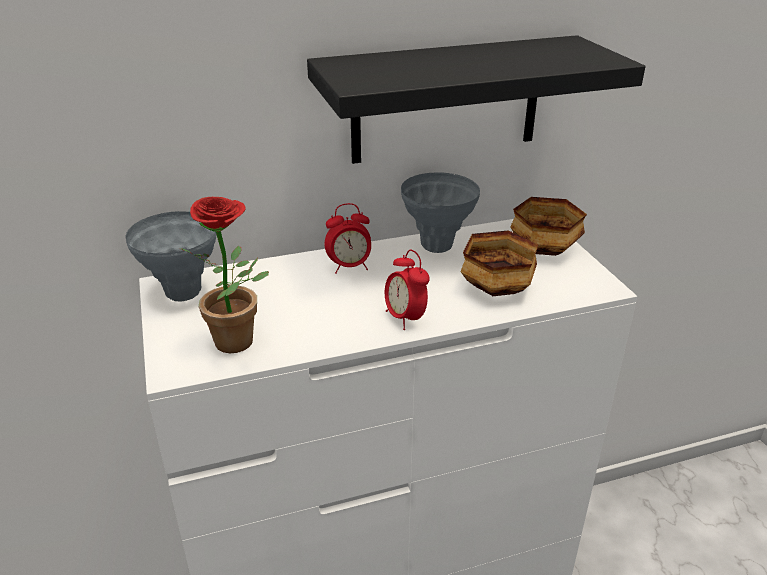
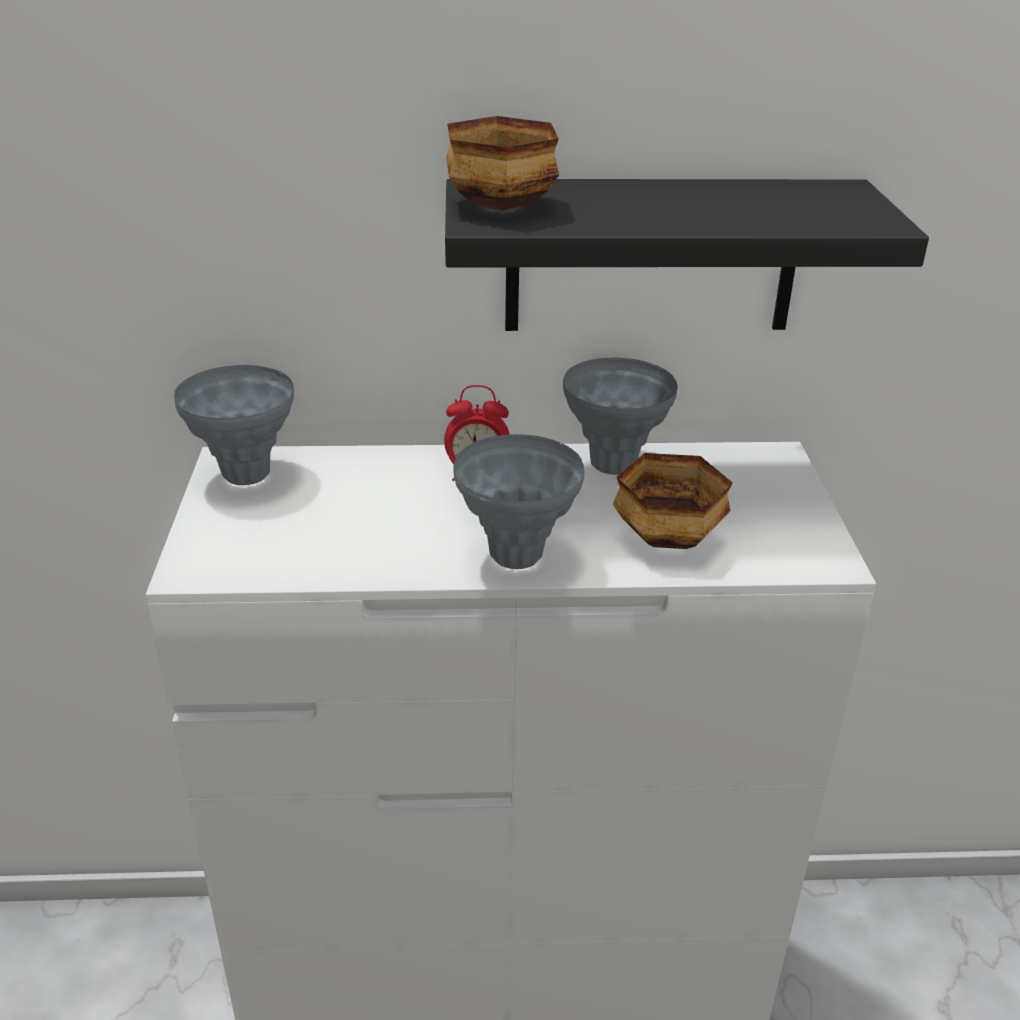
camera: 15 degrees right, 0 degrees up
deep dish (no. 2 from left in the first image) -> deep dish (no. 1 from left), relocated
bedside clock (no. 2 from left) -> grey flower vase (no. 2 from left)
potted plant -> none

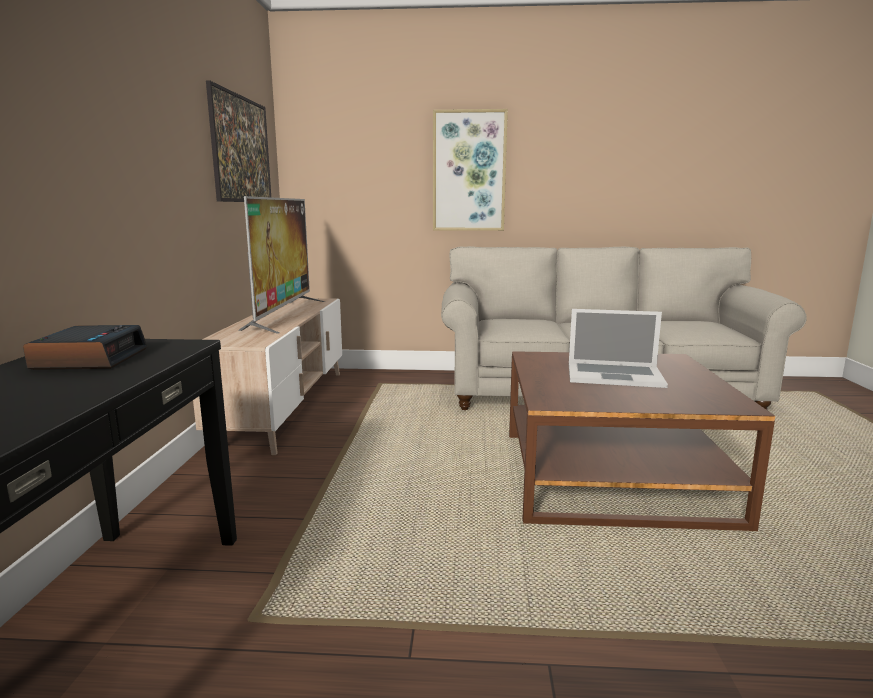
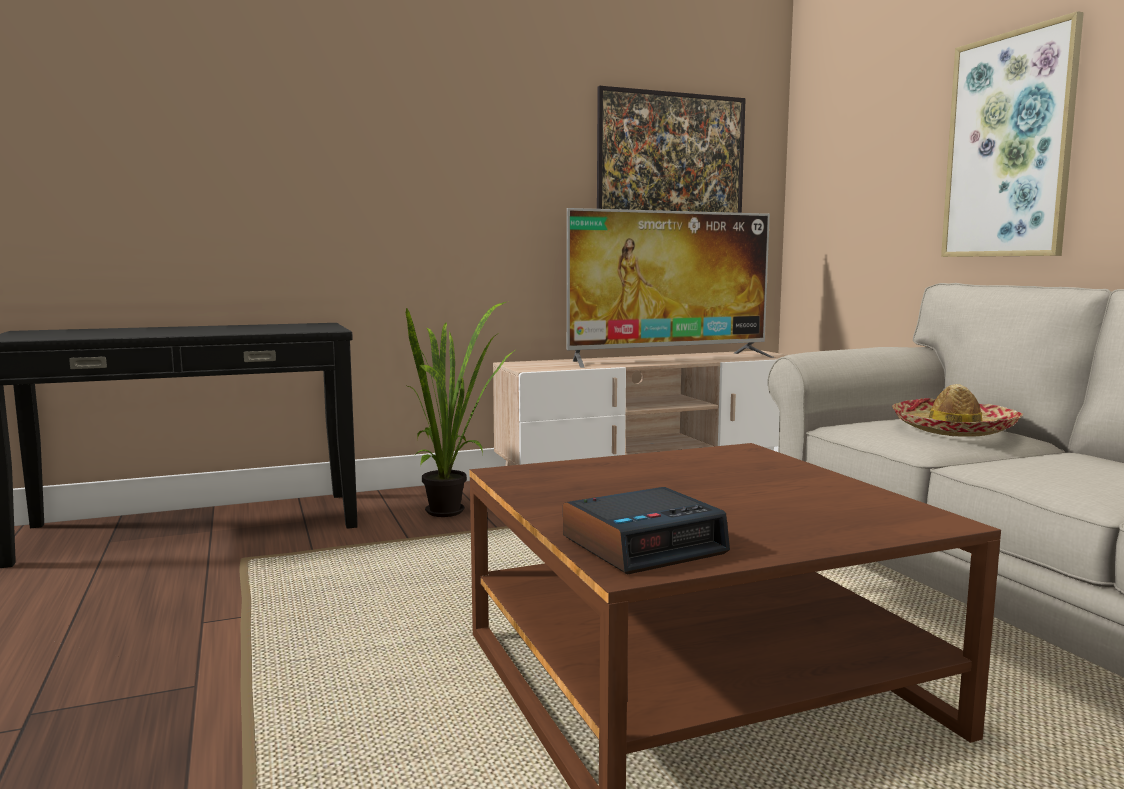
camera: 65 degrees right, 5 degrees down
none -> potted plant
bedside clock, relocated
none -> hat
notebook computer -> none

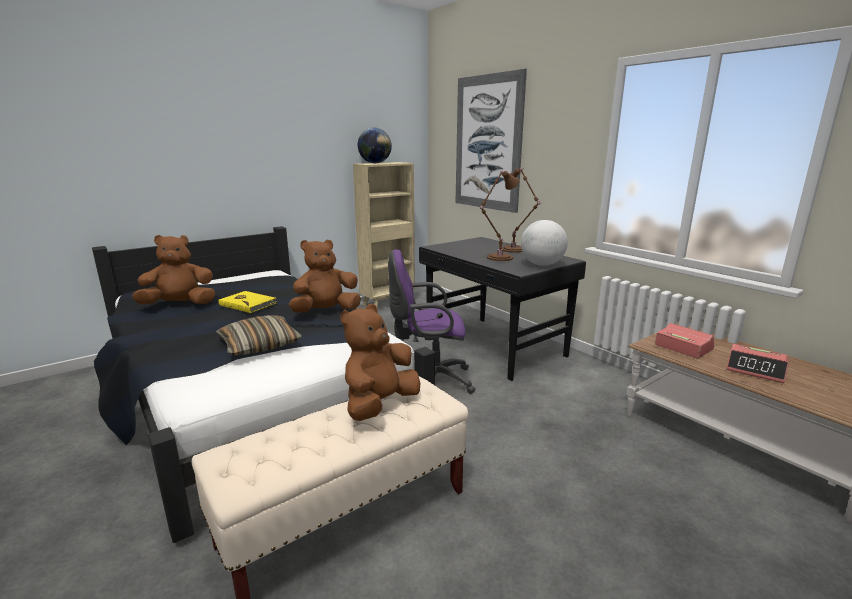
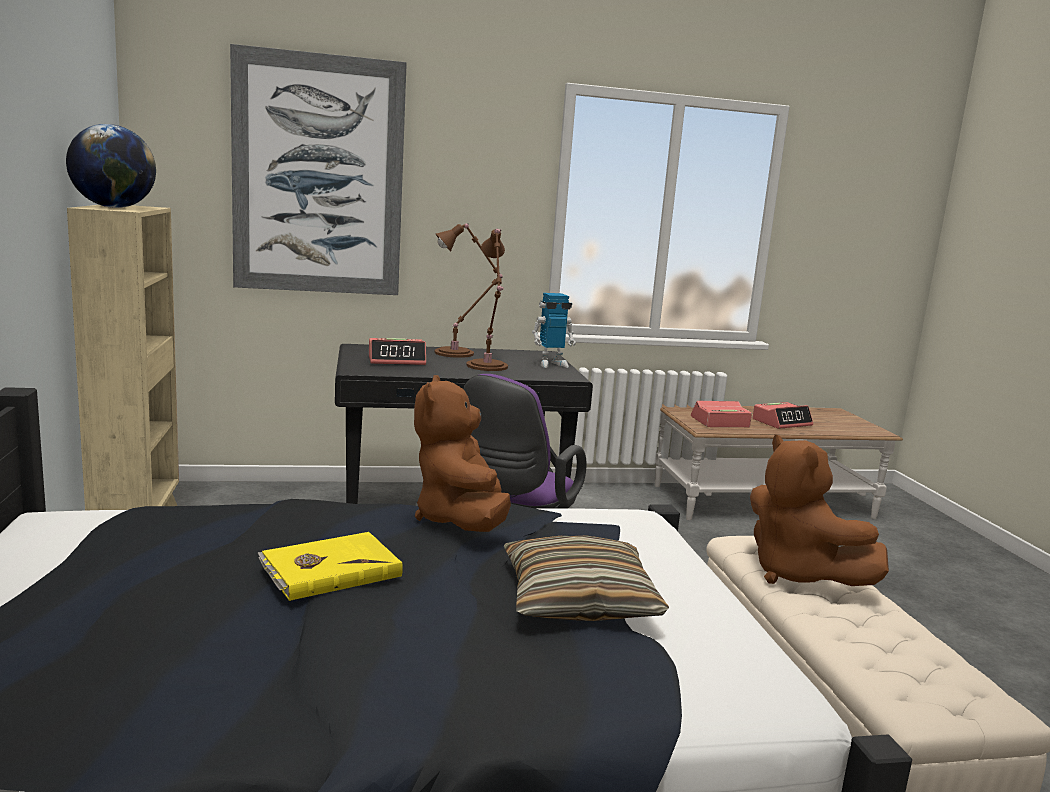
camera: 65 degrees left, 5 degrees down
none -> bedside clock (no. 1 from left)
world globe (no. 2 from left) -> robot figure
brownish soft toy (no. 1 from left) -> none

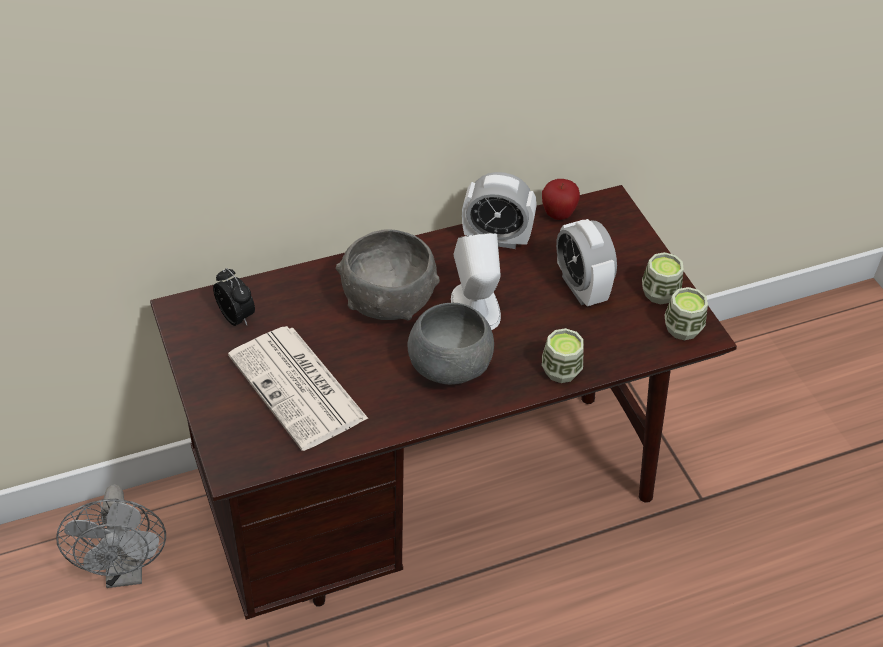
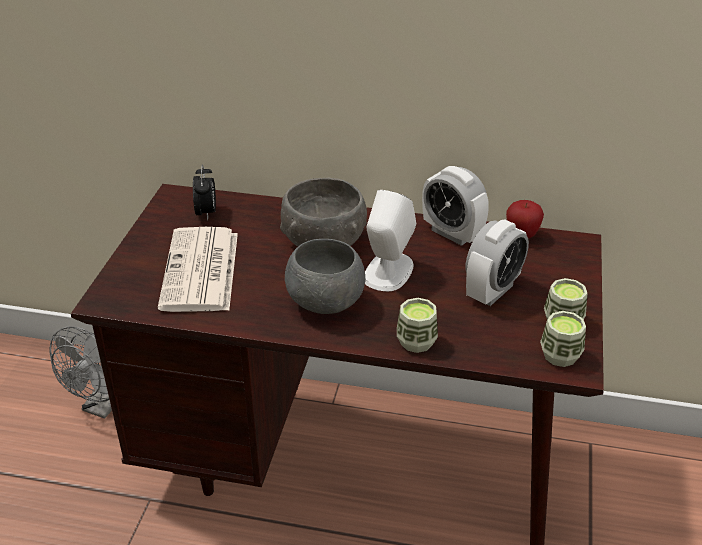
camera: 35 degrees right, 10 degrees down
bedside clock (no. 3 from left), 150 degrees counterclockwise

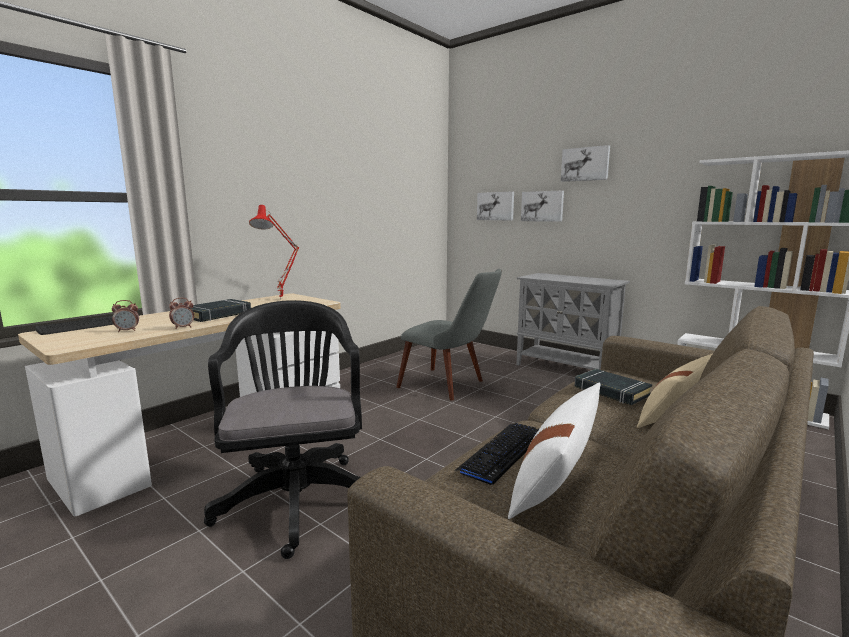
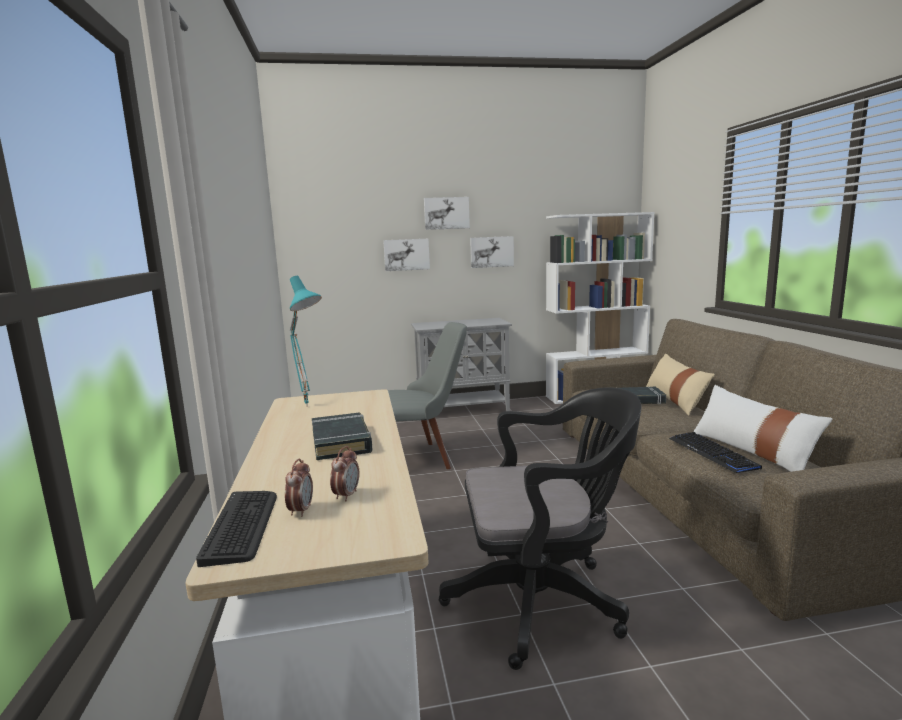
camera: 50 degrees left, 0 degrees up
bedside clock (no. 2 from left in the first image) -> bedside clock (no. 1 from left), relocated
red-coloured table lamp -> turquoise-coloured table lamp
black computer chair, 150 degrees clockwise
wall art (no. 1 from left in the first image) -> wall art (no. 3 from left), relocated

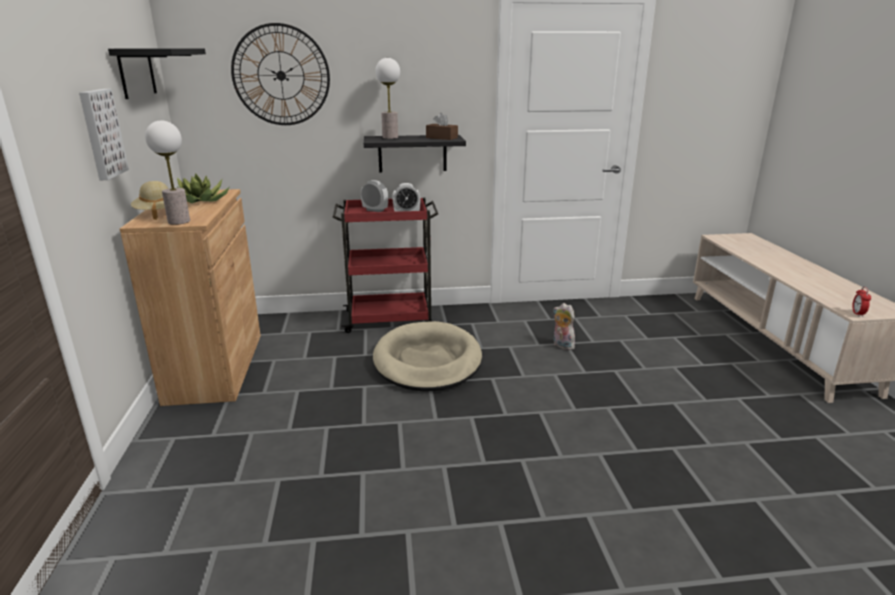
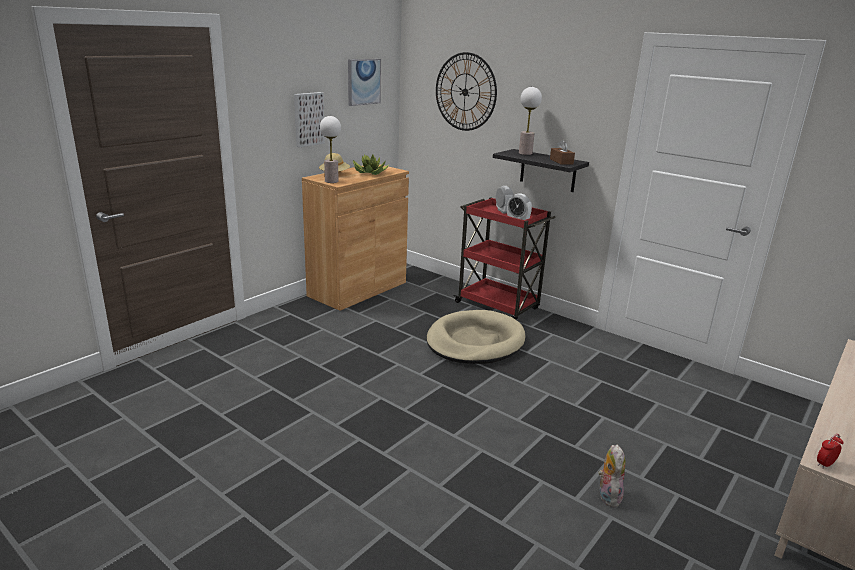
camera: 45 degrees right, 0 degrees up
black shelf (no. 1 from left) -> wall art (no. 2 from left)
soft toy, relocated

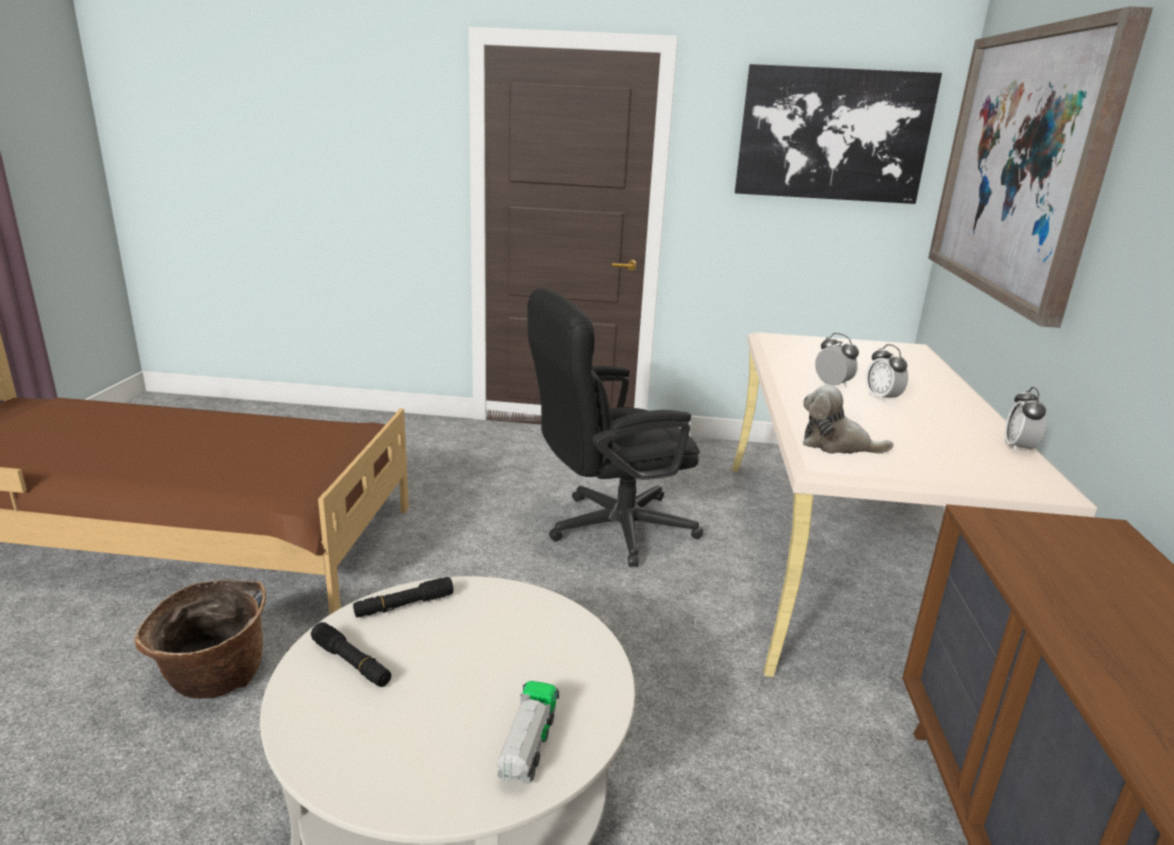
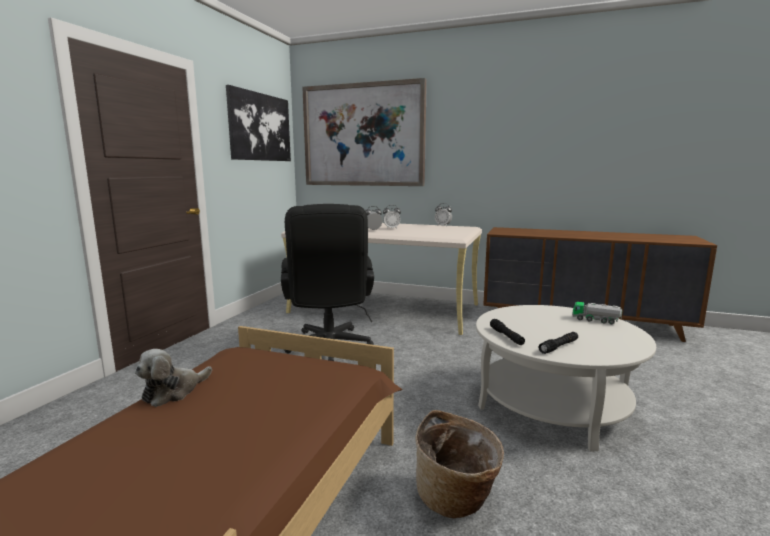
camera: 75 degrees left, 10 degrees down
soft toy, relocated

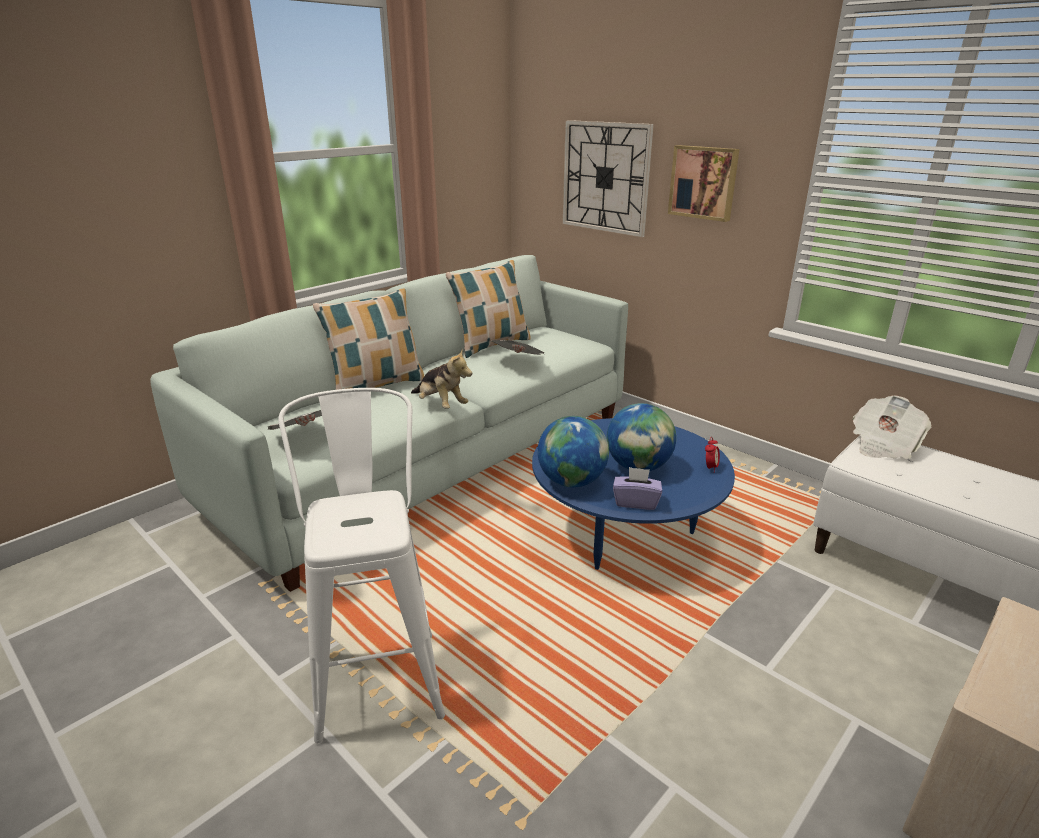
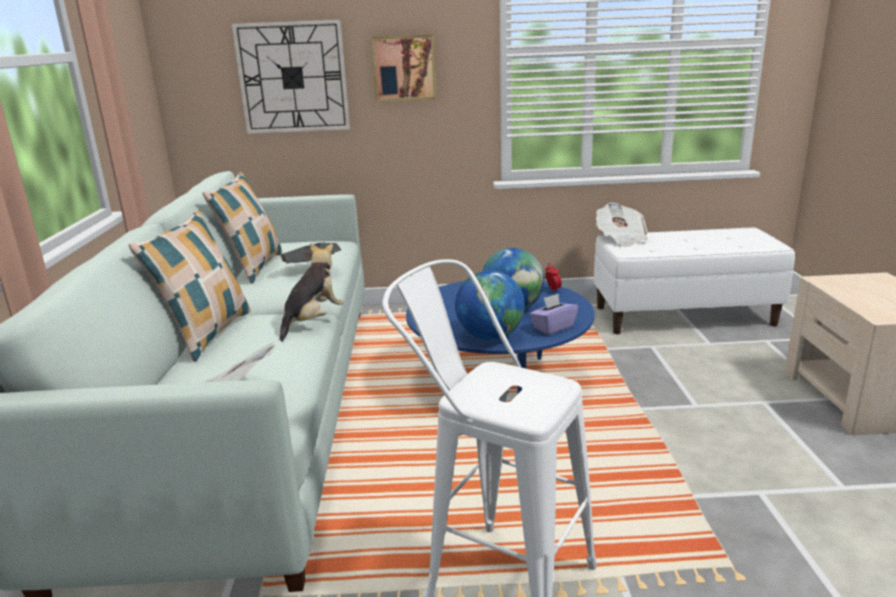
camera: 45 degrees left, 5 degrees down
soft toy, 60 degrees counterclockwise

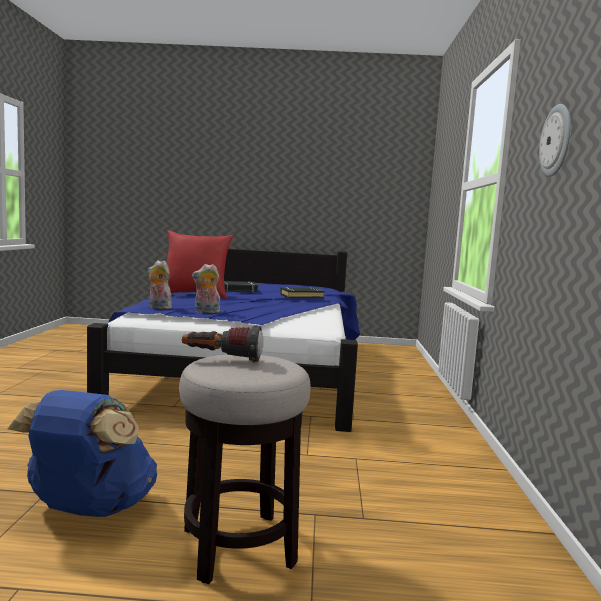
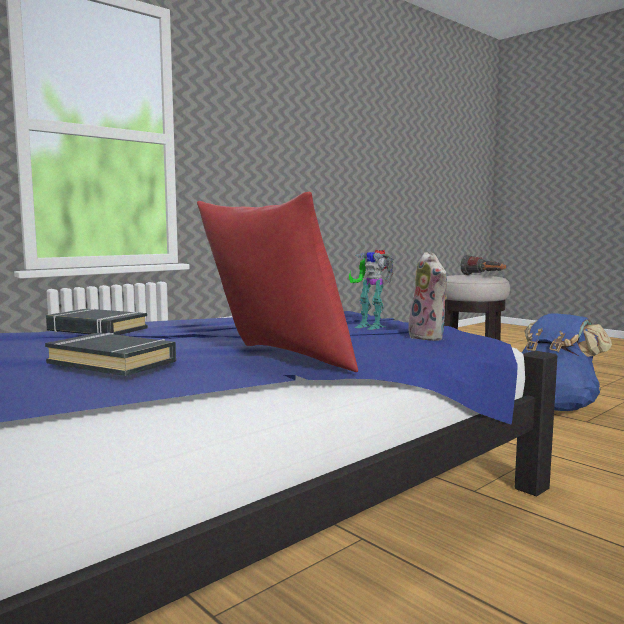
camera: 135 degrees left, 0 degrees up
soft toy (no. 2 from left) -> robot figure
hanging clock -> none

